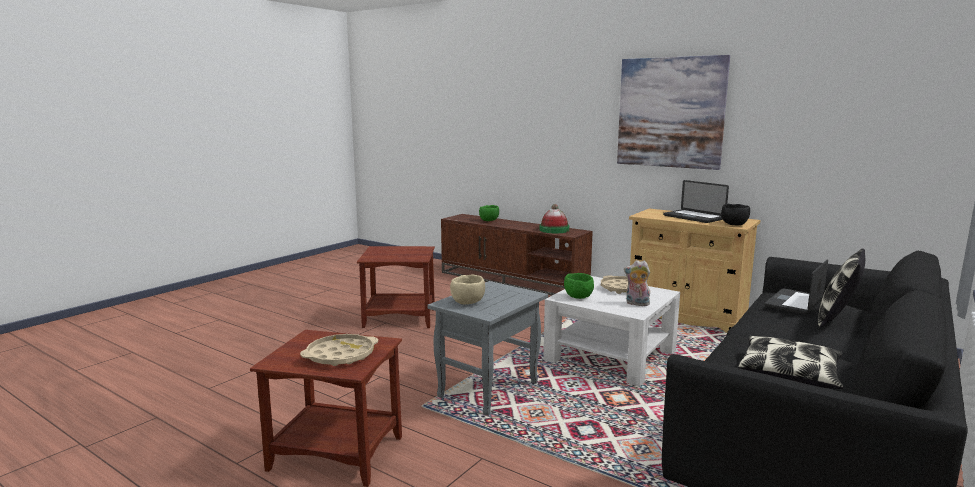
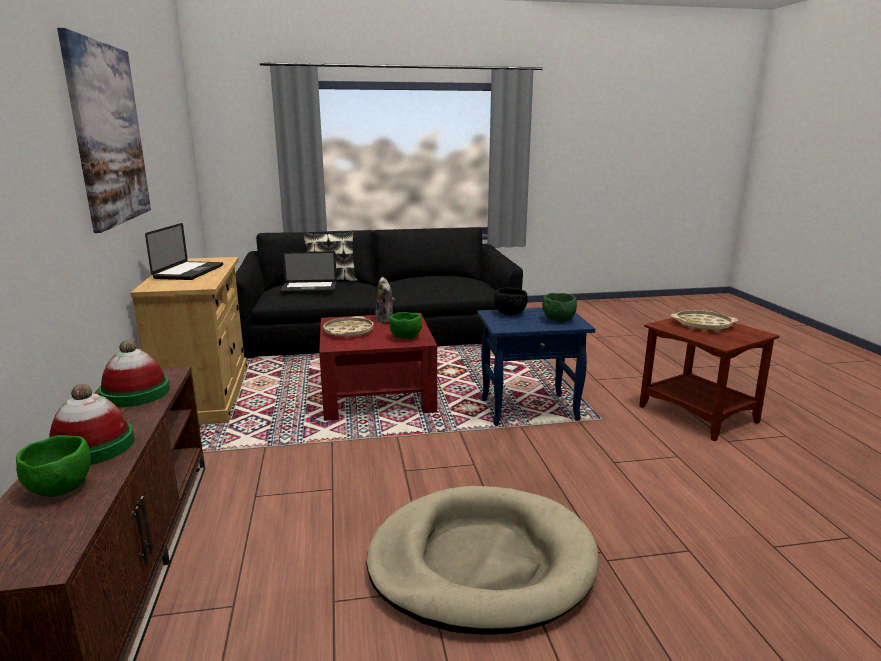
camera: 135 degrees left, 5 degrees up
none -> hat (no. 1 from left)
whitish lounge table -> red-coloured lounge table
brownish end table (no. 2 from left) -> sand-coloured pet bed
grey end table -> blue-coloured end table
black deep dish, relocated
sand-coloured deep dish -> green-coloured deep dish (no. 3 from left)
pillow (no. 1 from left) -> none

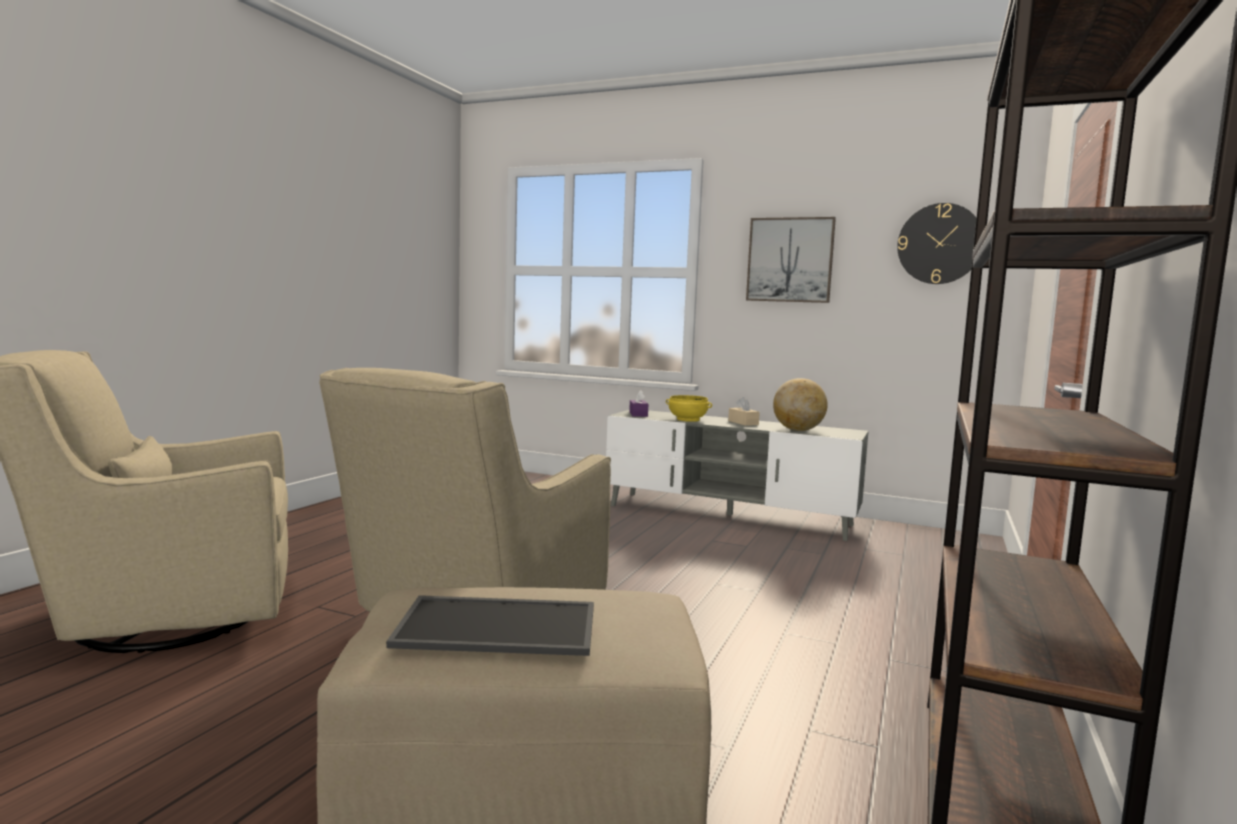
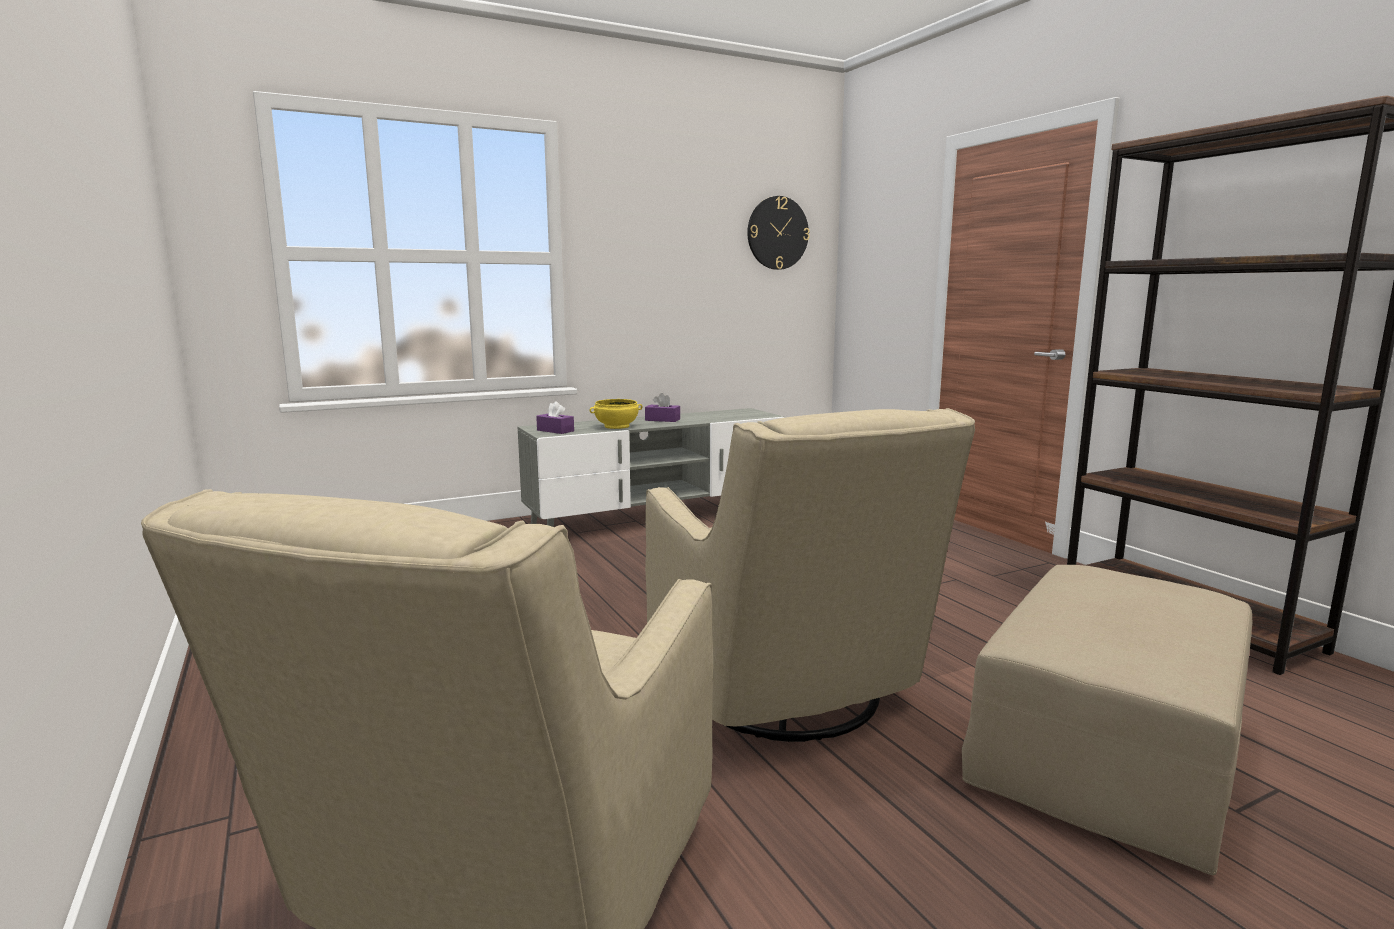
camera: 50 degrees left, 5 degrees up
sand-coloured box of tissues -> purple-coloured box of tissues (no. 2 from left)
serving tray -> none
wall art -> none
world globe -> none

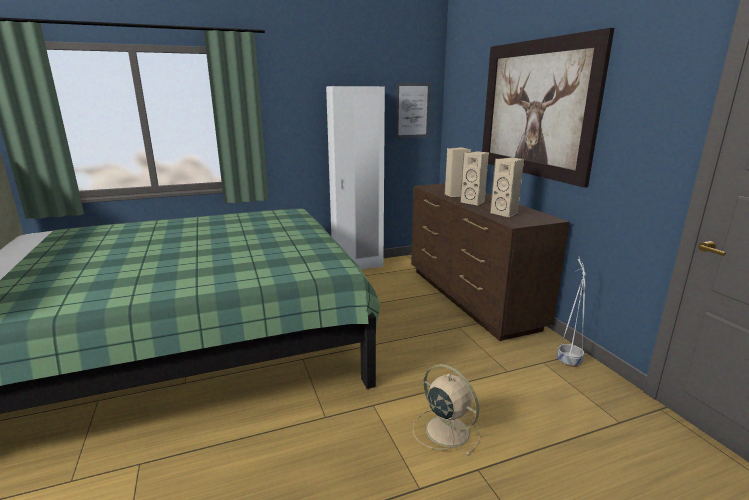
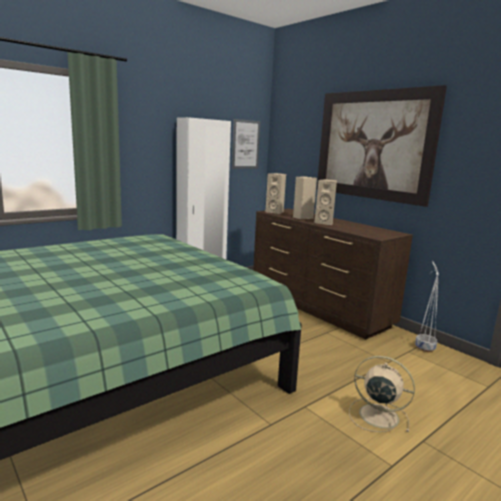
camera: 20 degrees left, 5 degrees down
sand-coloured speaker (no. 3 from left in the first image) -> sand-coloured speaker (no. 1 from left), relocated

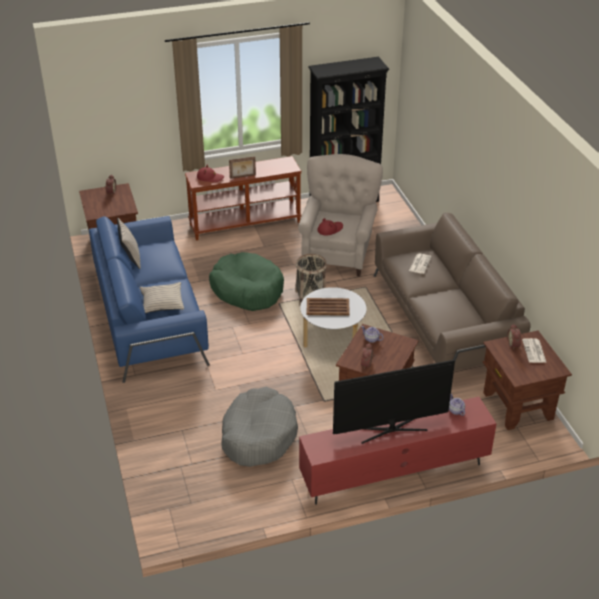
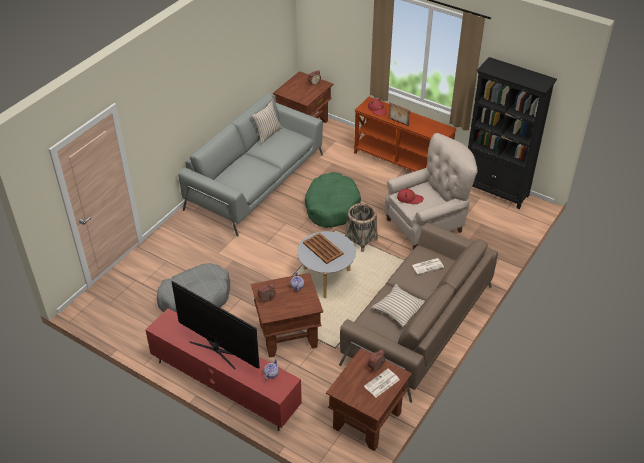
camera: 50 degrees right, 5 degrees up
blue-coloured sofa -> grey sofa
sand-coloured pillow (no. 2 from left), relocated

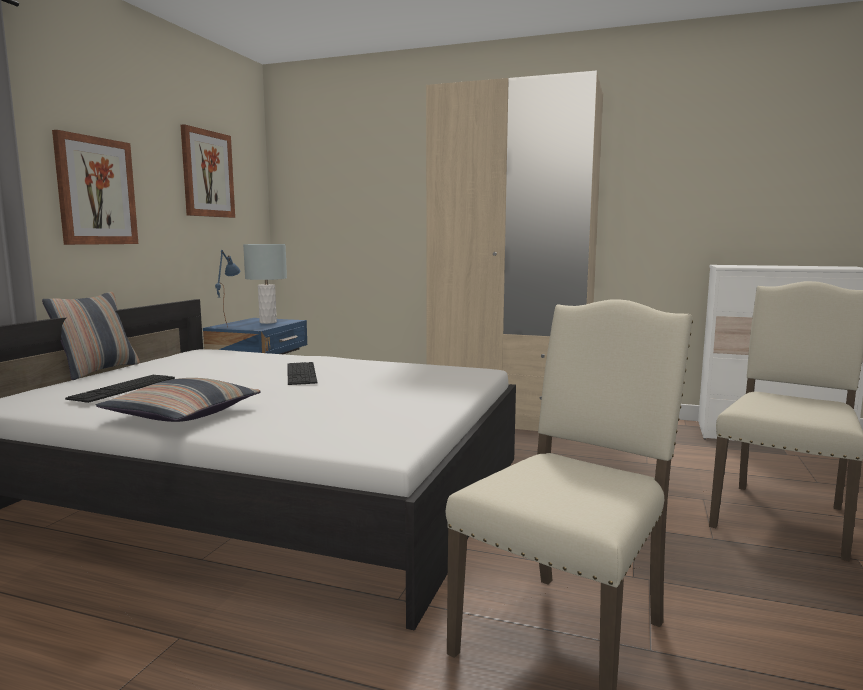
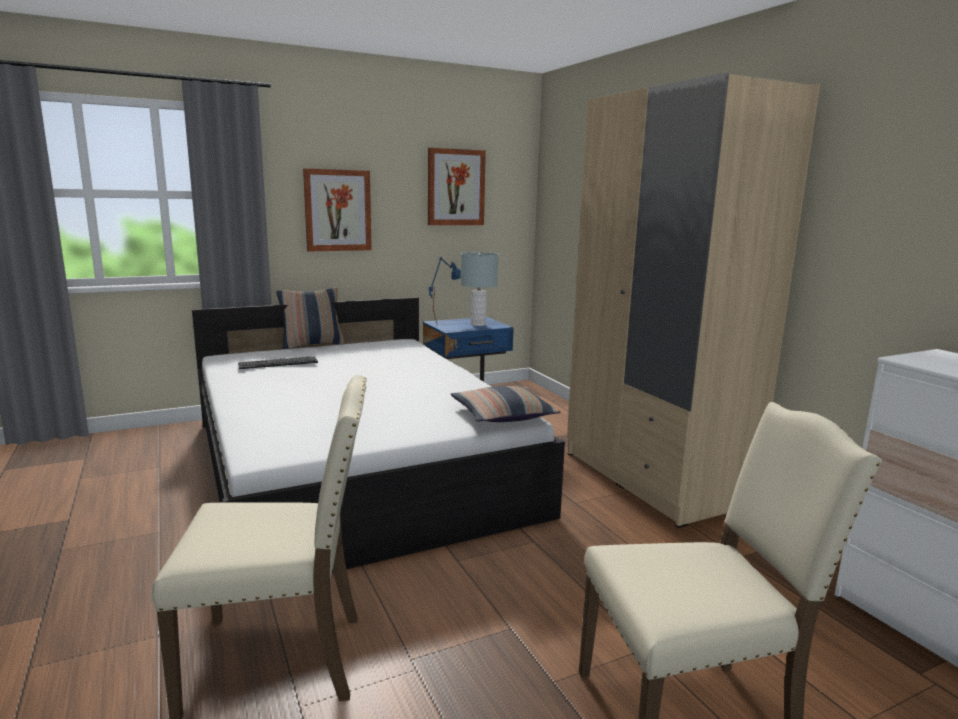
camera: 45 degrees right, 5 degrees up
pillow (no. 2 from left), relocated
PC keyboard (no. 2 from left) -> none

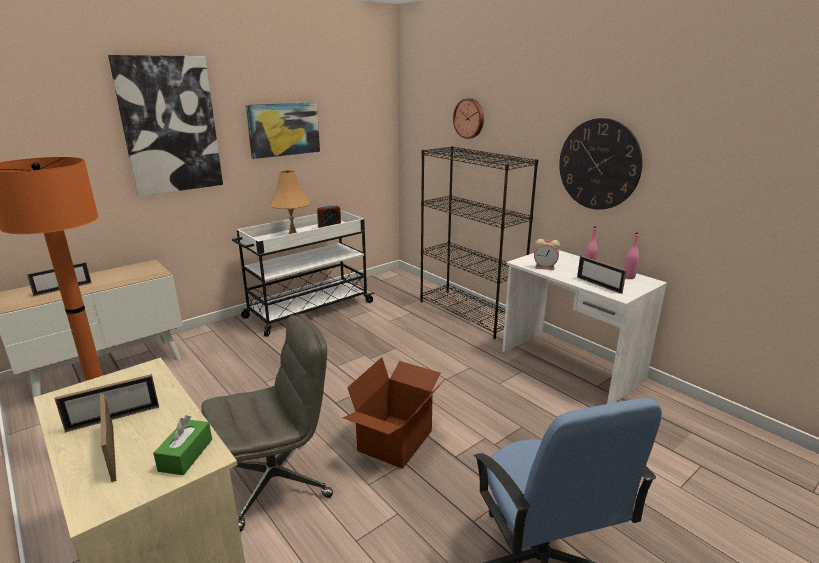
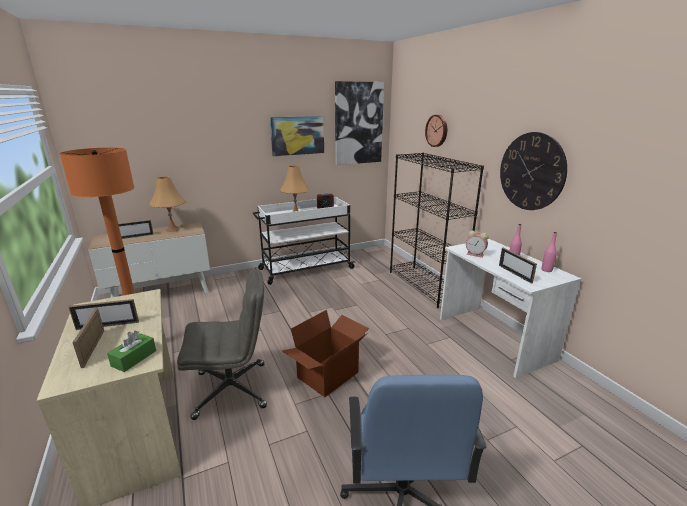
camera: 15 degrees right, 0 degrees up
none -> orange table lamp (no. 1 from left)
wall art (no. 1 from left in the first image) -> wall art (no. 2 from left), relocated

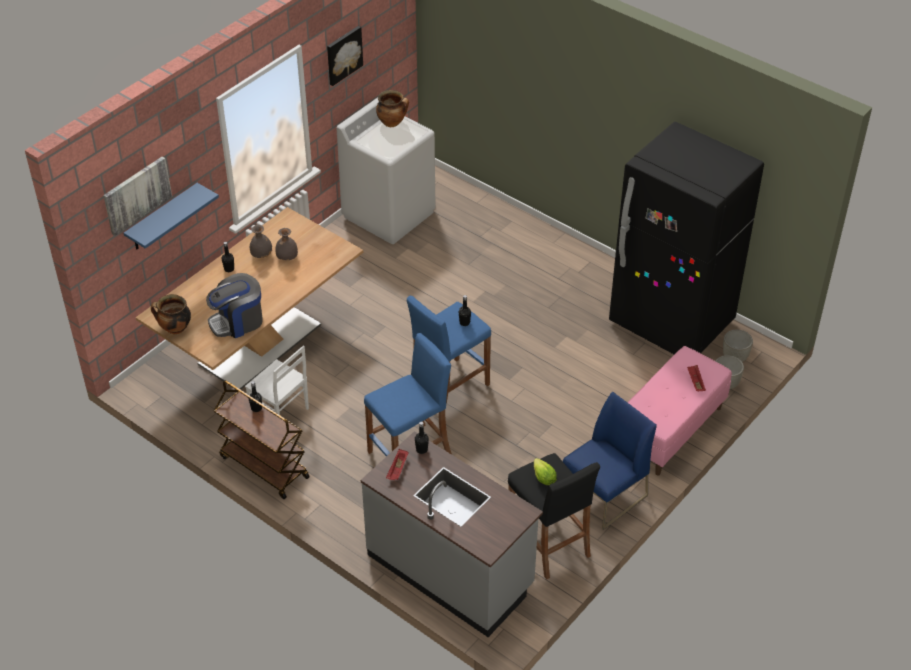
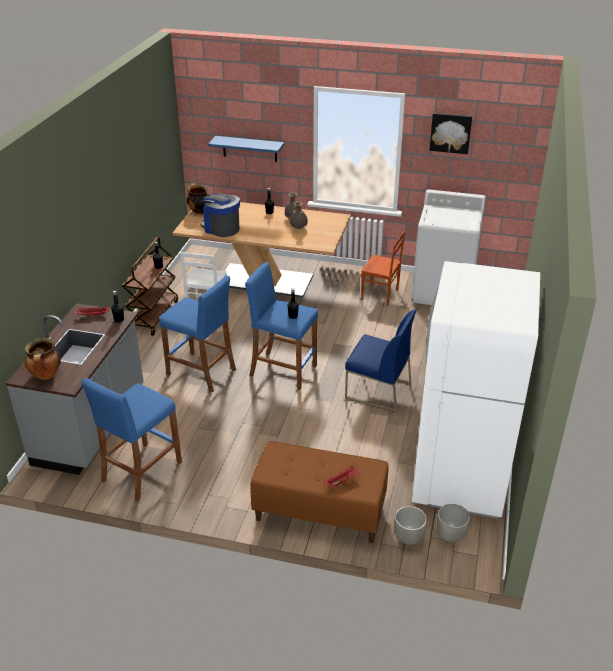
camera: 65 degrees right, 10 degrees down
stockpot (no. 2 from left in the first image) -> stockpot (no. 1 from left), relocated
black sitting stool -> blue-coloured sitting stool (no. 1 from left)
pink long seat -> brownish long seat
blue-coloured chair, relocated
none -> brownish chair
black refrigerator -> whitish refrigerator
wall art (no. 1 from left) -> none
lettuce -> none

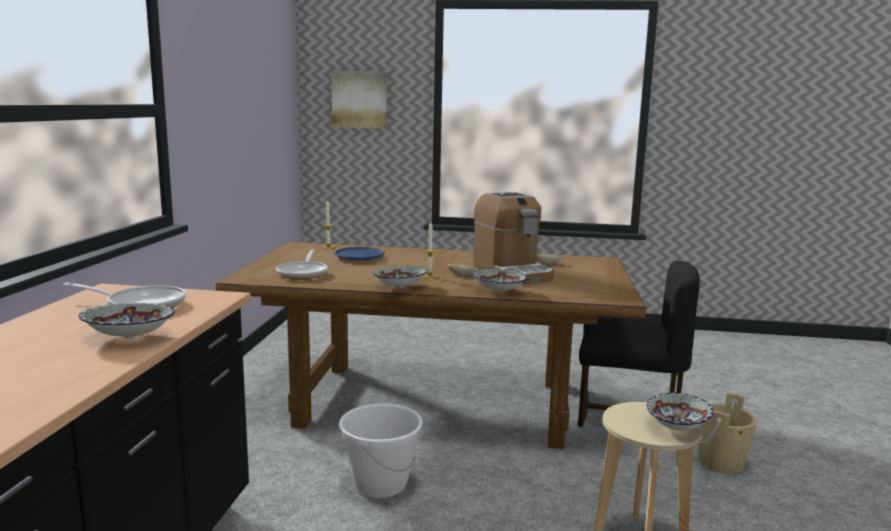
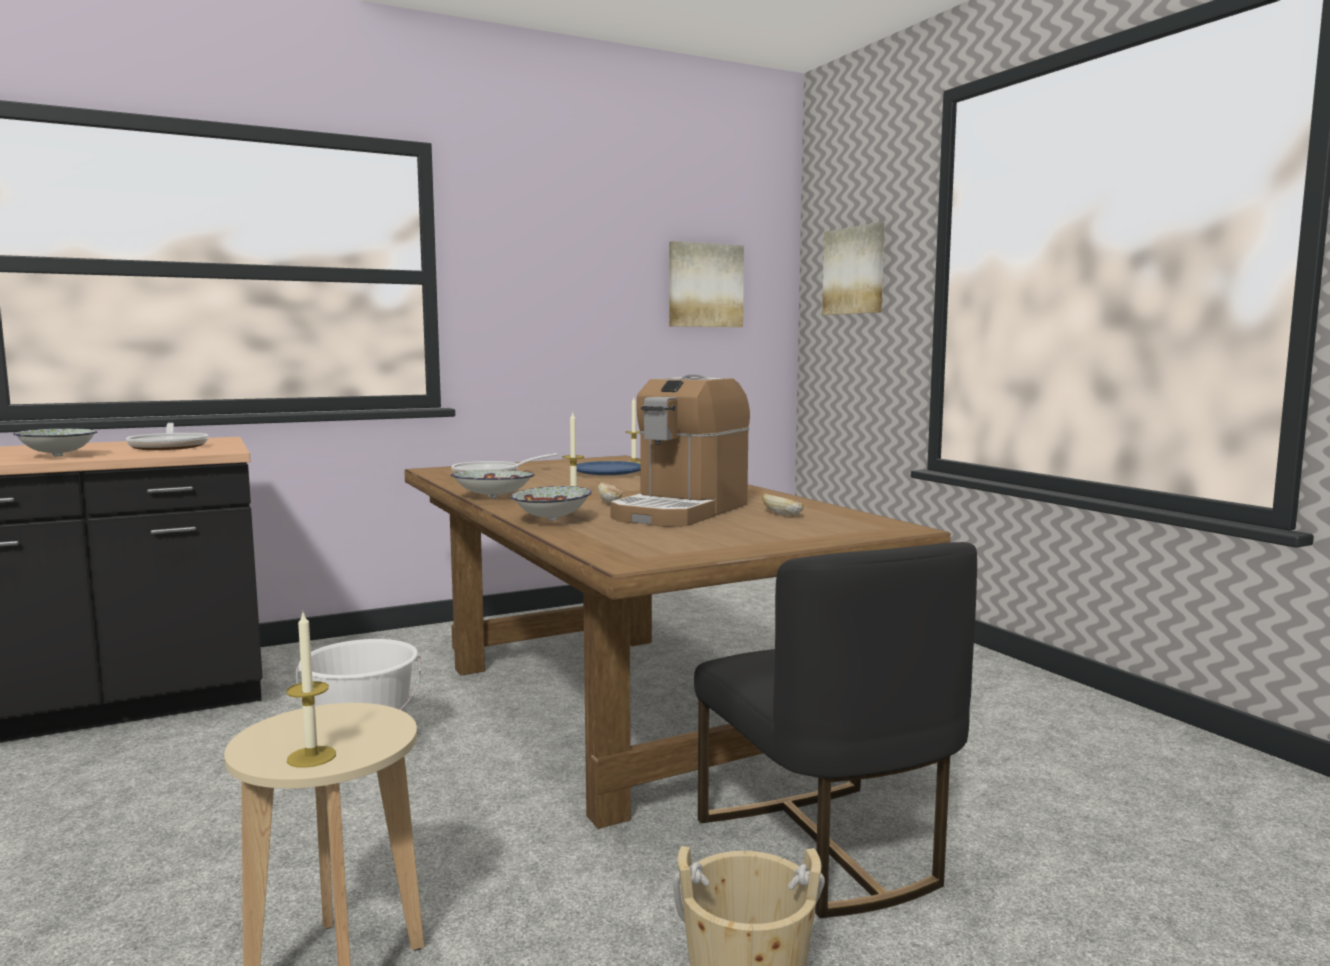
camera: 55 degrees right, 5 degrees down
deep dish (no. 4 from left) -> wax light (no. 1 from left)
none -> wall art (no. 1 from left)

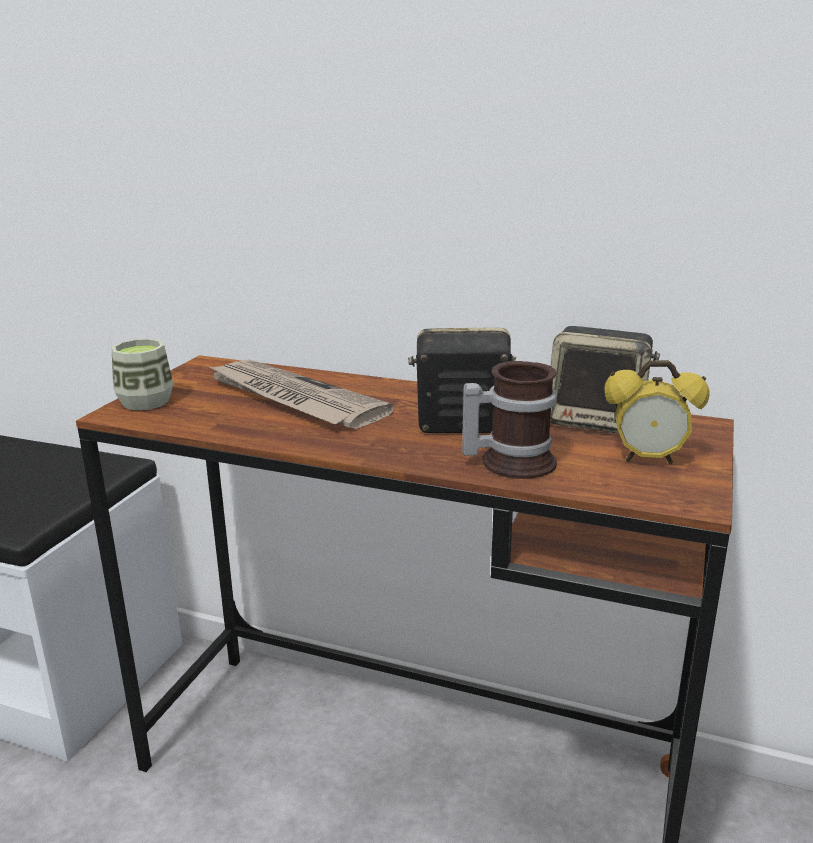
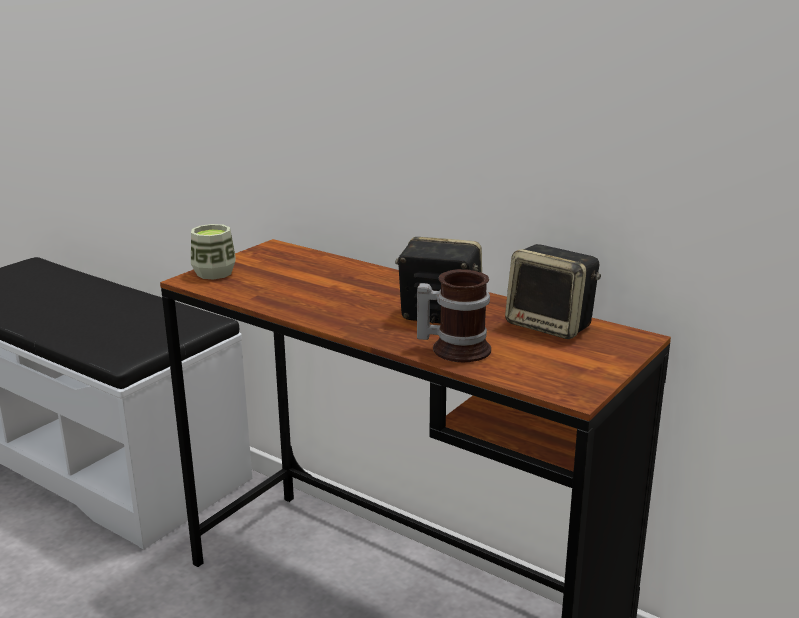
camera: 15 degrees right, 0 degrees up
printed paper -> none
bedside clock -> none

